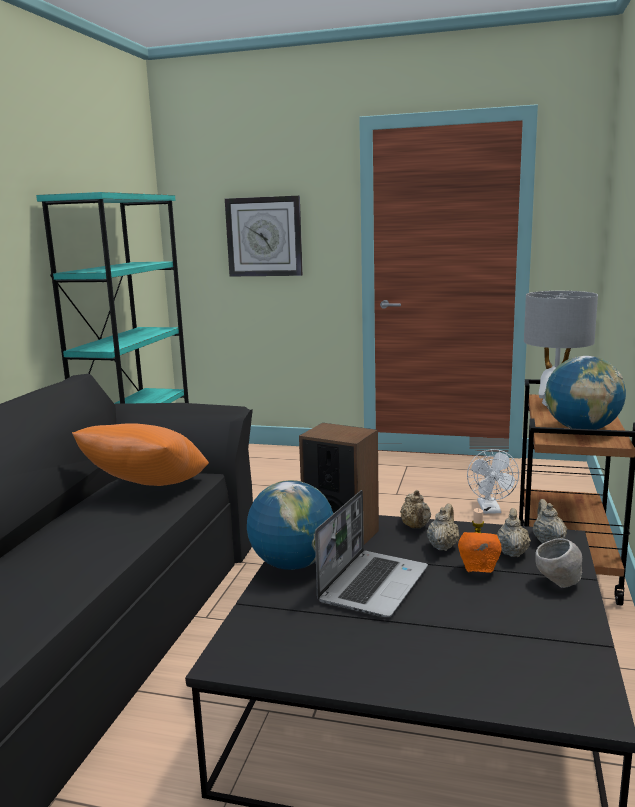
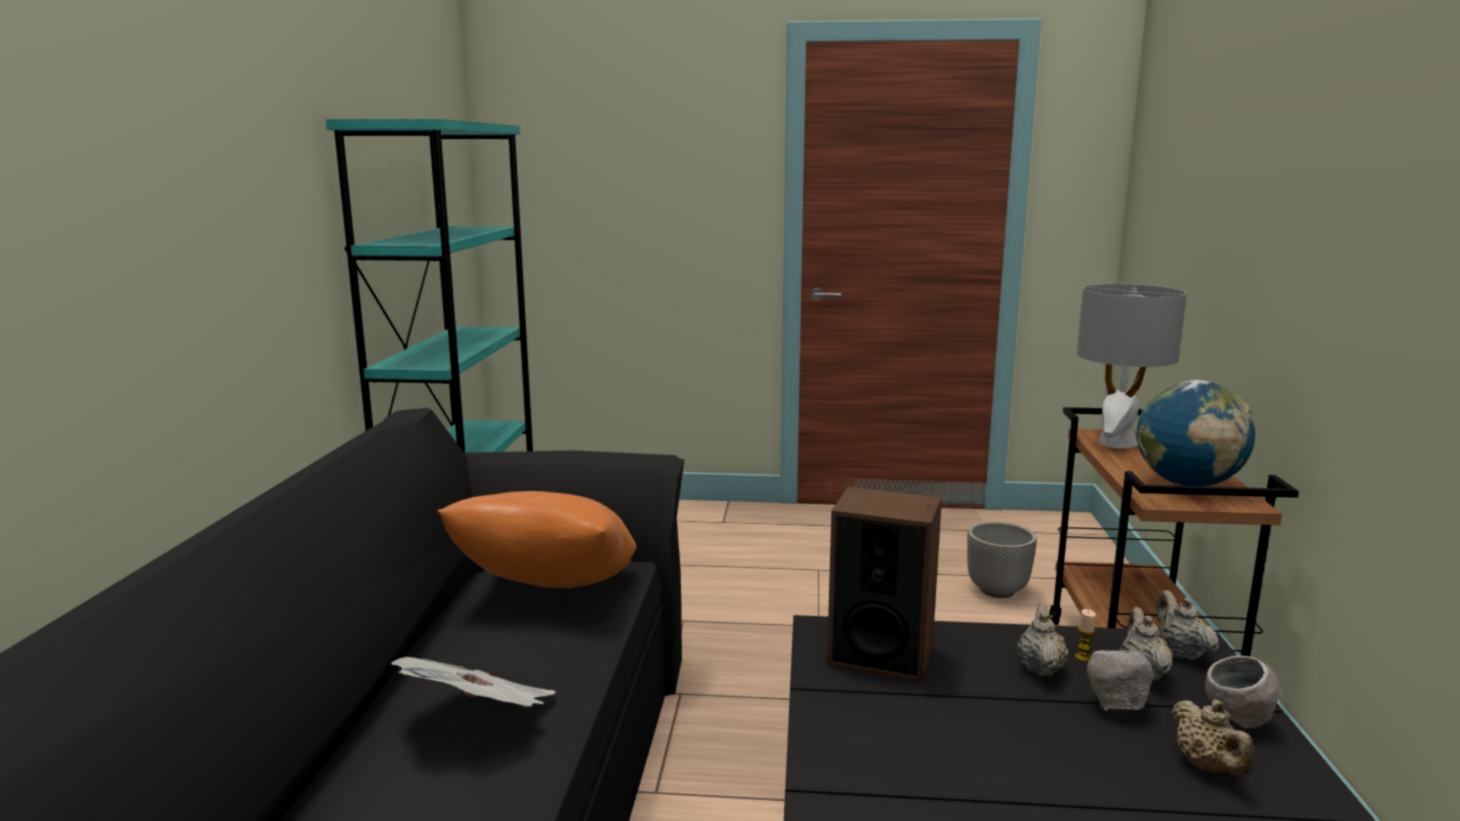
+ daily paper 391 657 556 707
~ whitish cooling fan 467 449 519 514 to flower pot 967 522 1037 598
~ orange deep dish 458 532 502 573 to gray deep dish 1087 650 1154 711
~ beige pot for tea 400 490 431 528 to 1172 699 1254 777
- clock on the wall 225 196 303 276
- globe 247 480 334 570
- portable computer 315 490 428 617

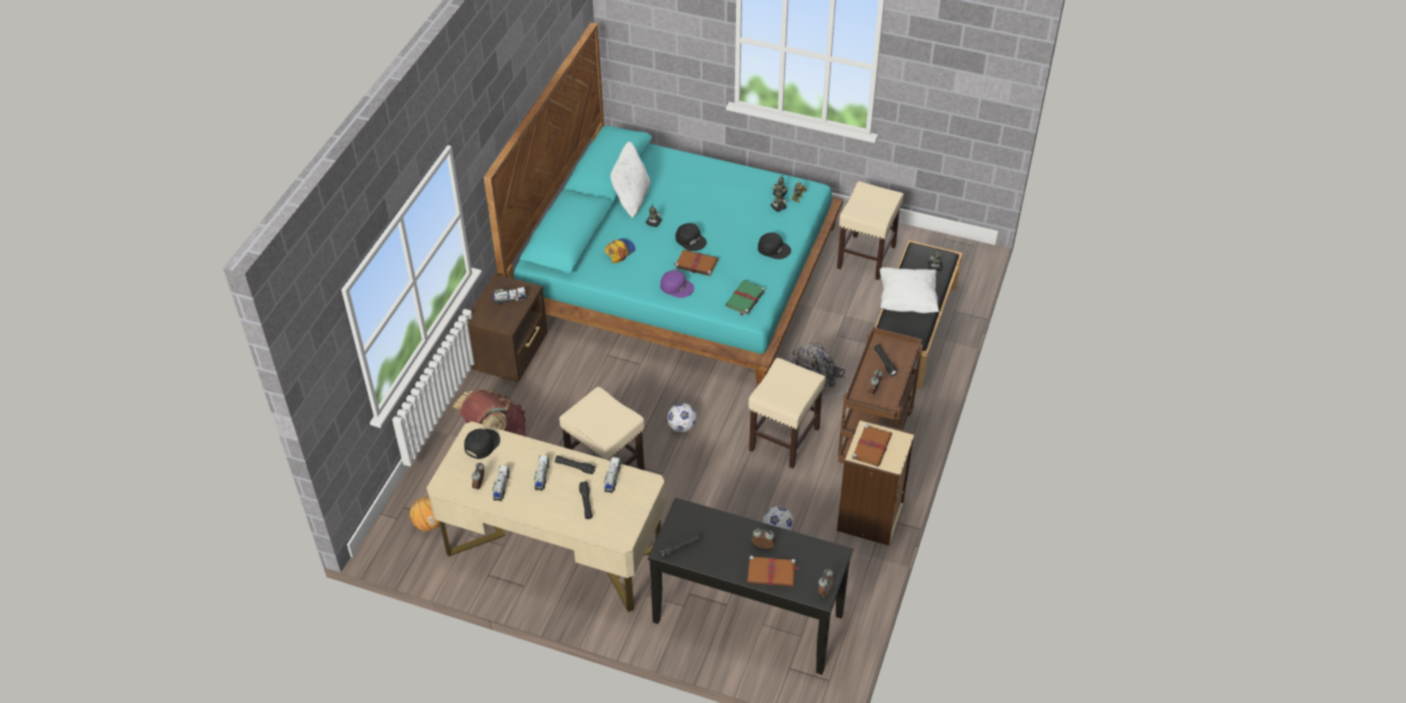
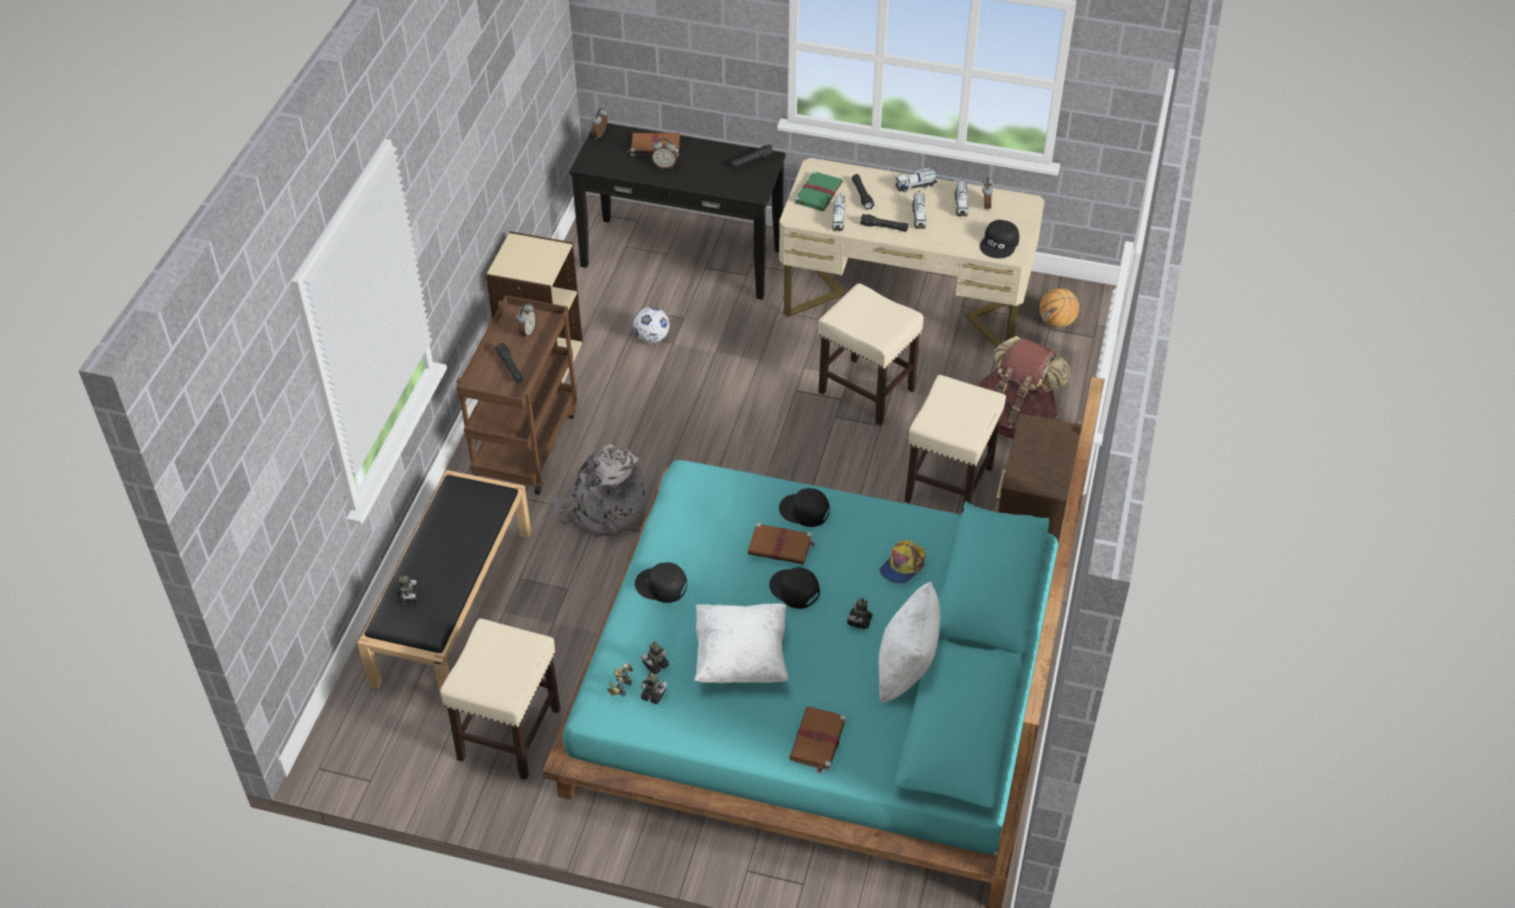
~ whitish throw pillow 880 267 939 313 to 694 603 788 683
~ purple-coloured peaked cap 660 270 694 298 to blackish peaked cap 779 488 830 527
~ brown bound book 852 425 892 467 to 789 707 846 774
~ green bound book 725 280 765 315 to 794 171 843 211
~ model truck 493 287 526 305 to 896 168 937 192
~ beige stool 748 358 826 469 to 904 375 1006 513
- football ball 667 403 697 432

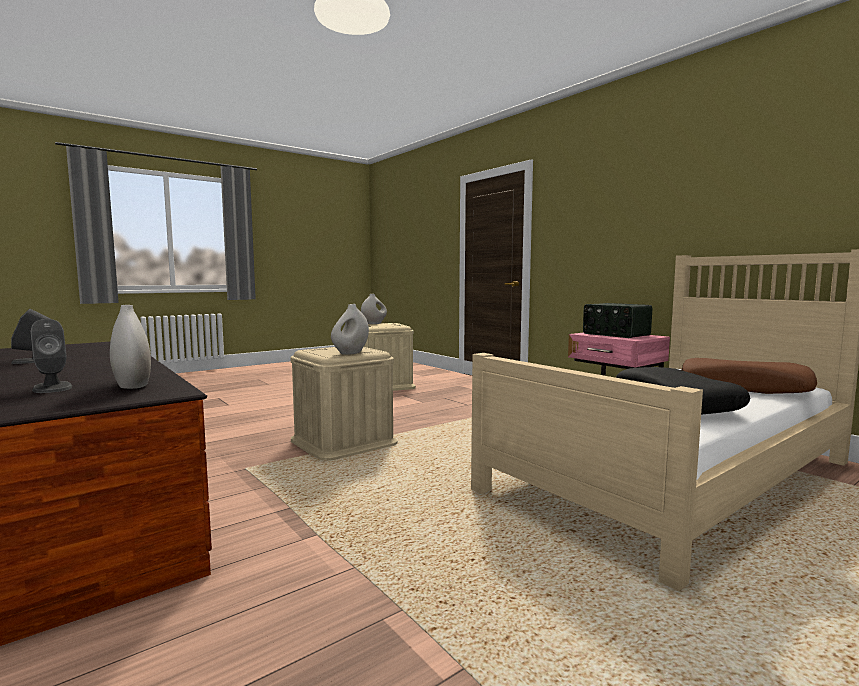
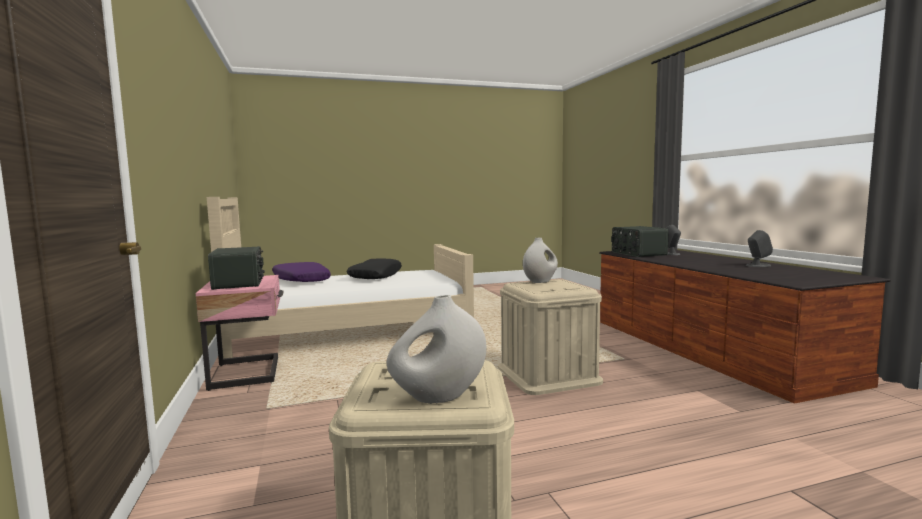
~ brown throw pillow 681 358 817 394 to purple-coloured throw pillow 272 262 331 282
~ whitish decorative vase 110 305 151 389 to radio receiver 611 226 668 257

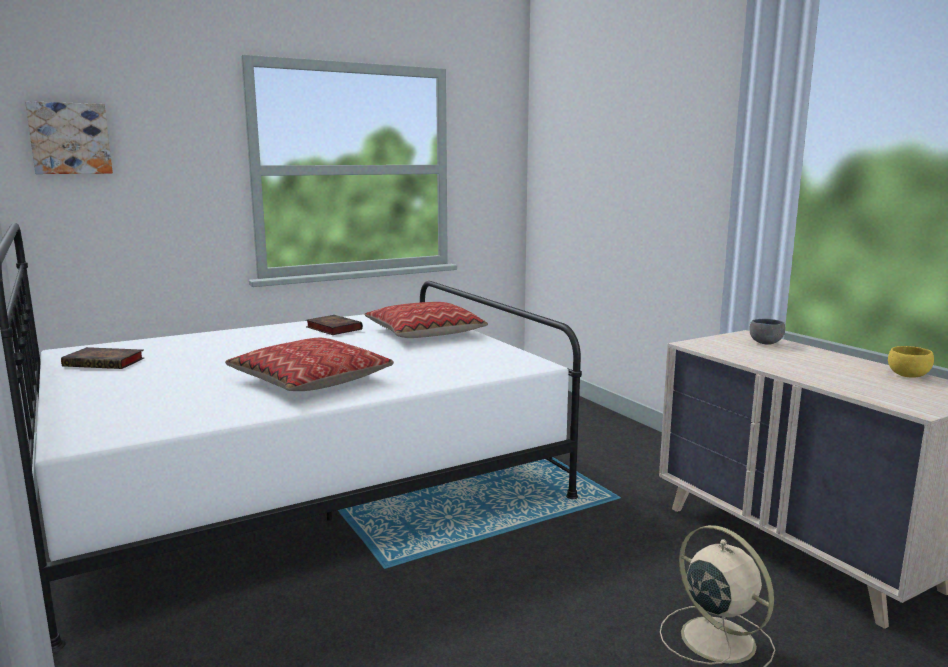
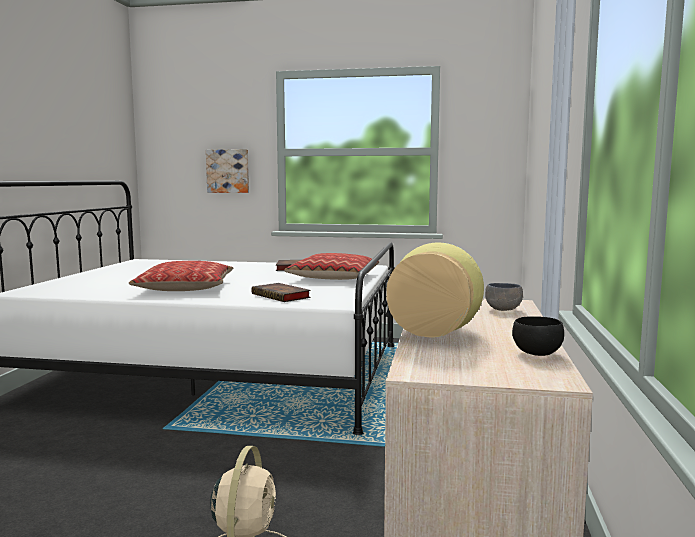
~ wall art 25 101 113 174 to 206 149 249 193
~ bound book 61 347 144 369 to 251 283 311 302
+ decorative vase 386 242 484 338
~ yellow-coloured deep dish 888 346 934 378 to blackish deep dish 512 316 564 356

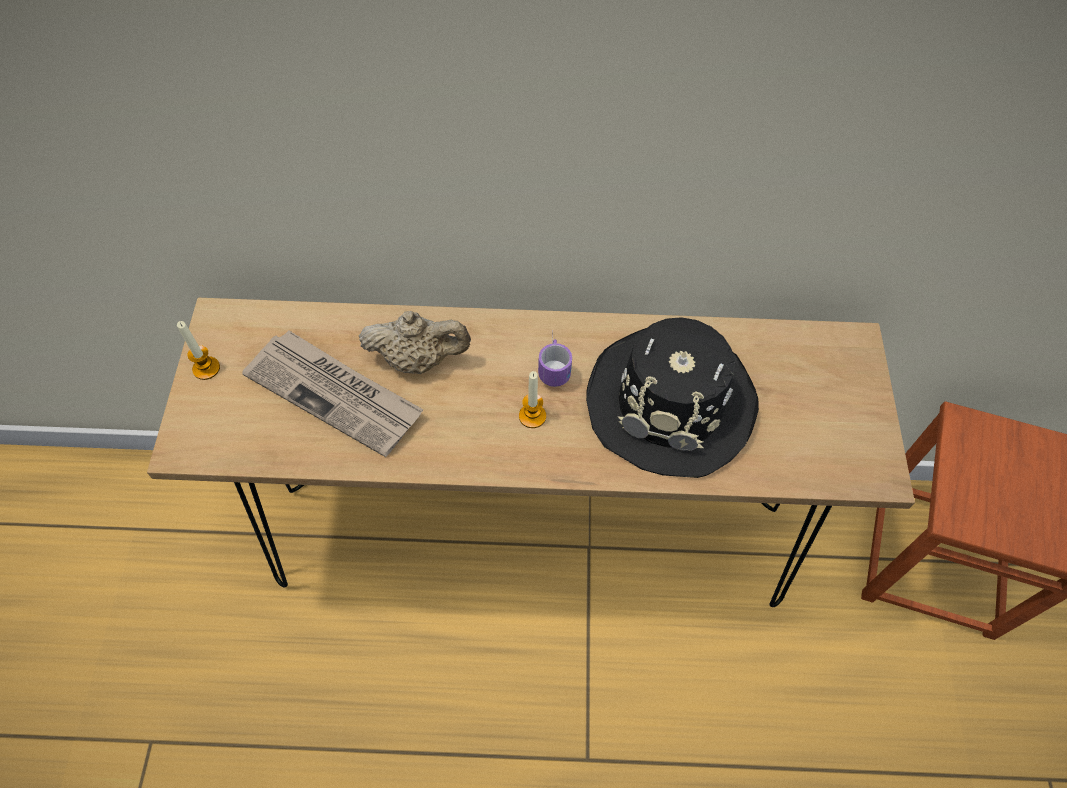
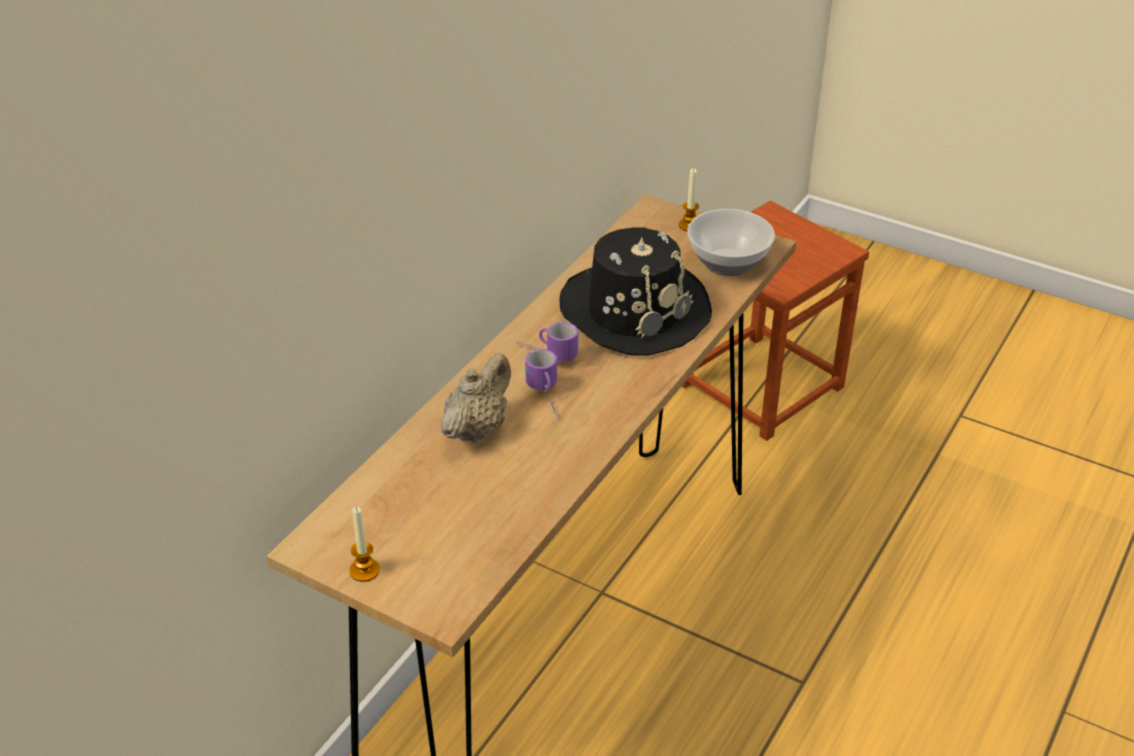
+ mug 525 349 559 418
~ wax light 519 371 546 428 to 679 168 699 231
+ deep dish 687 209 775 276
- daily paper 242 330 423 457

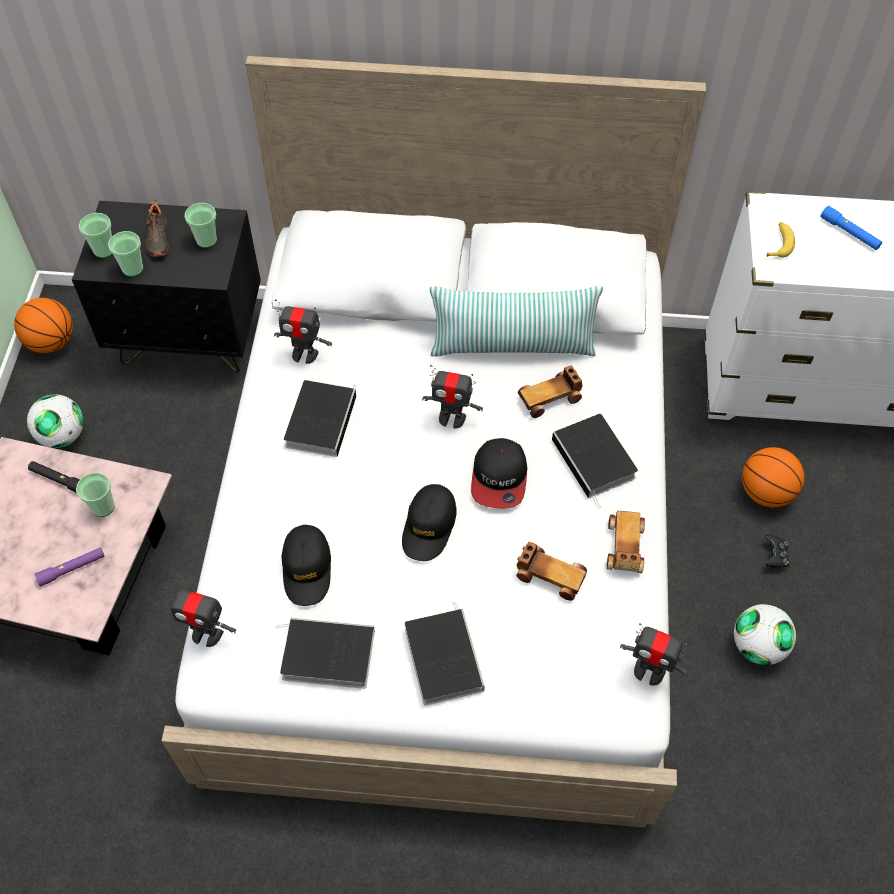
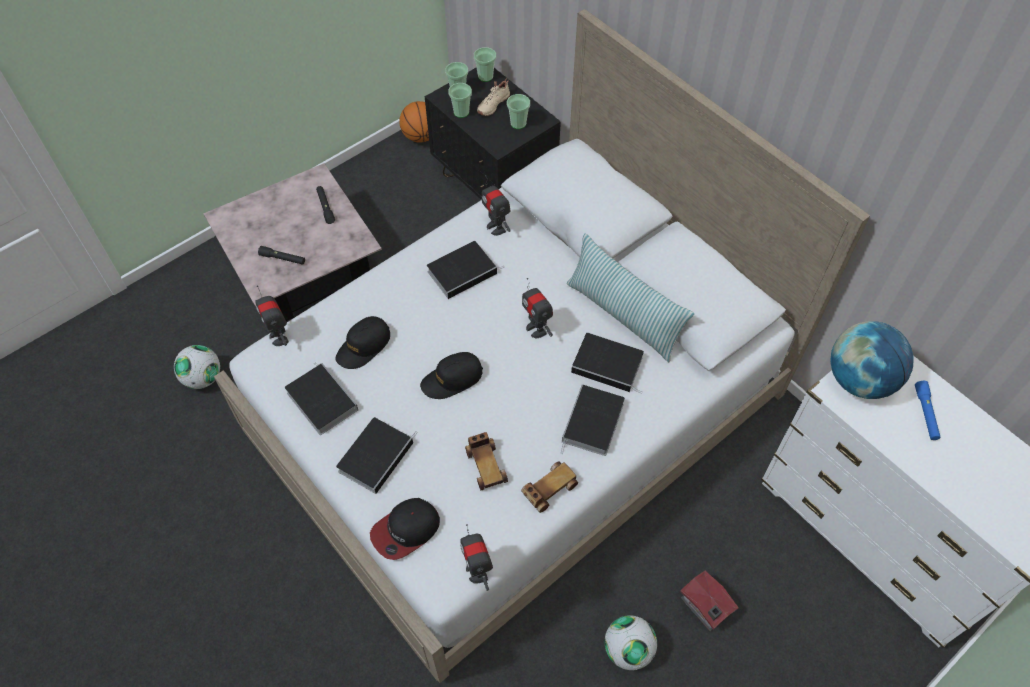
~ football ball 27 394 83 448 to 174 345 220 389
~ purple-coloured flashlight 35 548 104 587 to blackish flashlight 258 246 305 265
~ peaked cap 471 438 527 509 to 370 498 440 560
~ drinking cup 76 473 115 517 to 474 47 496 82
~ blackish low shoe 146 200 169 257 to beige low shoe 477 78 510 116
~ model car 518 366 582 418 to bound book 571 333 644 394
~ blackish game controller 765 535 789 568 to model house 680 571 739 631
~ banana fruit 766 222 795 258 to globe 830 321 914 399
- basketball ball 742 447 805 507

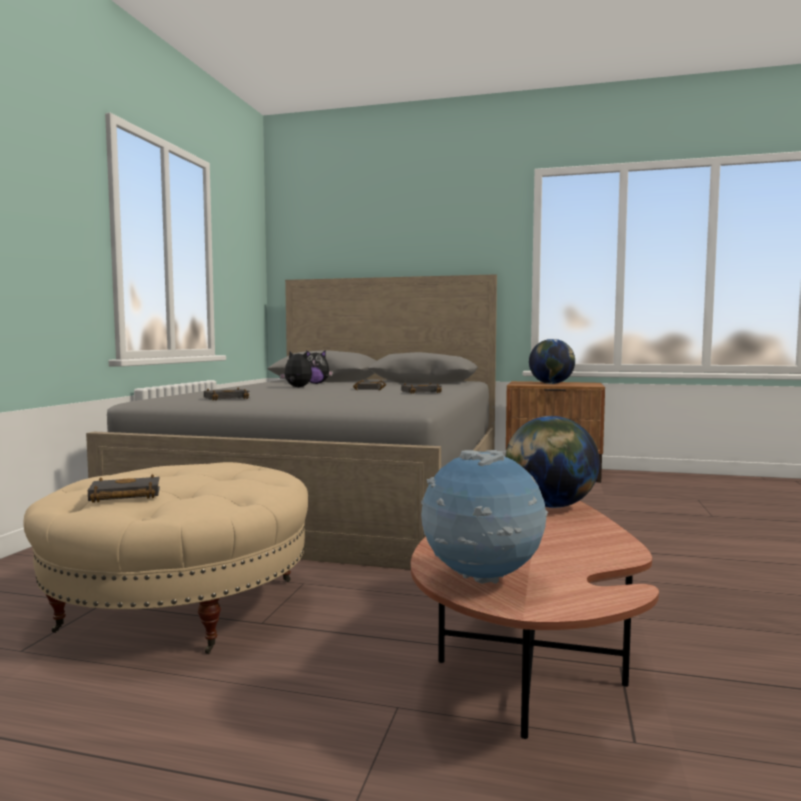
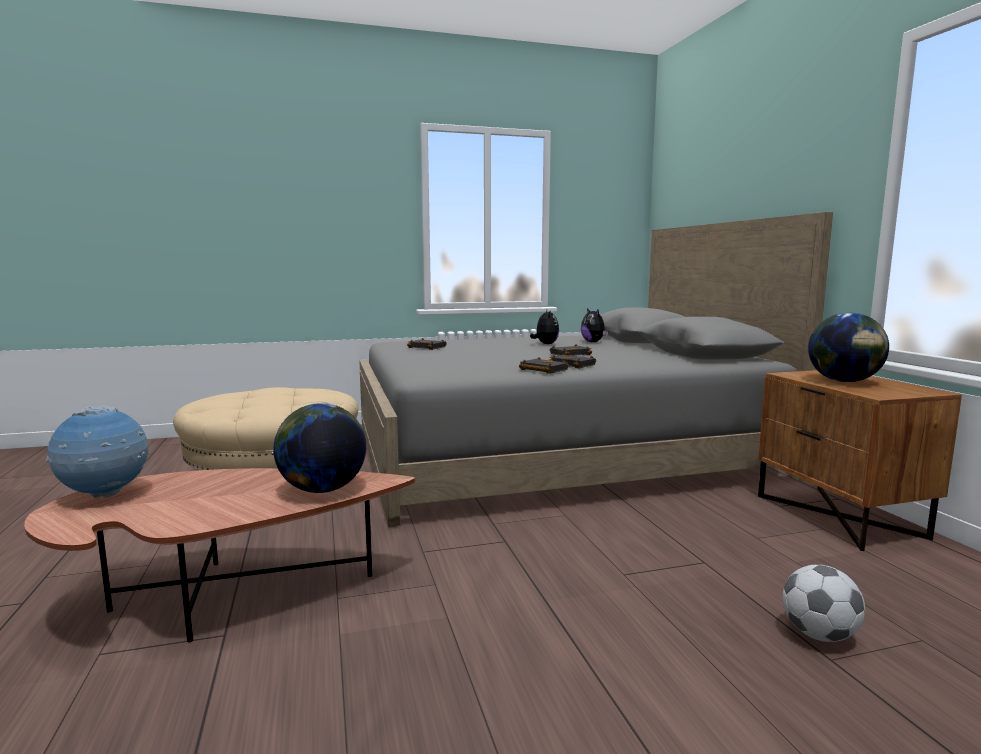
~ blackish bound book 88 474 160 503 to 519 357 569 374
+ football ball 782 565 865 642

